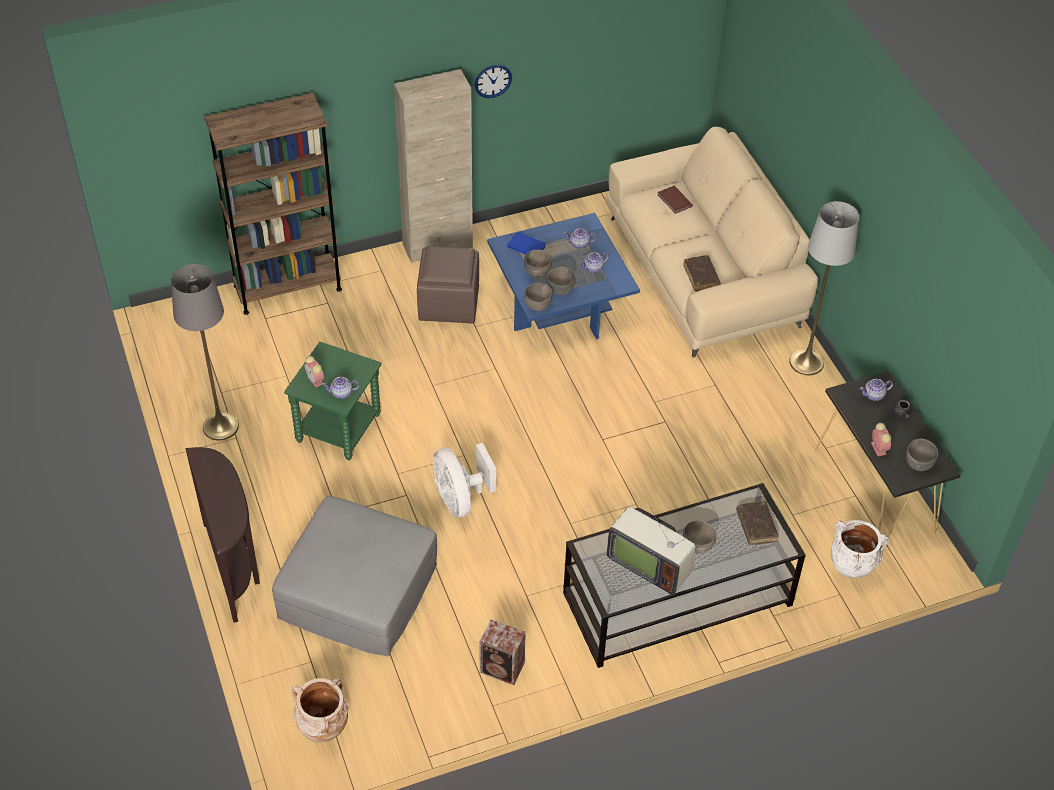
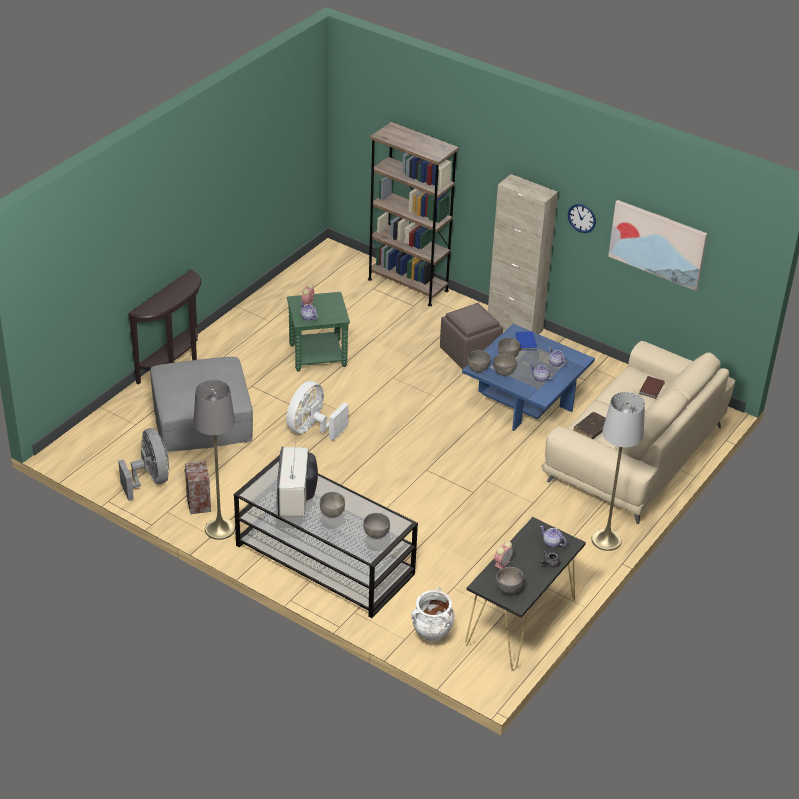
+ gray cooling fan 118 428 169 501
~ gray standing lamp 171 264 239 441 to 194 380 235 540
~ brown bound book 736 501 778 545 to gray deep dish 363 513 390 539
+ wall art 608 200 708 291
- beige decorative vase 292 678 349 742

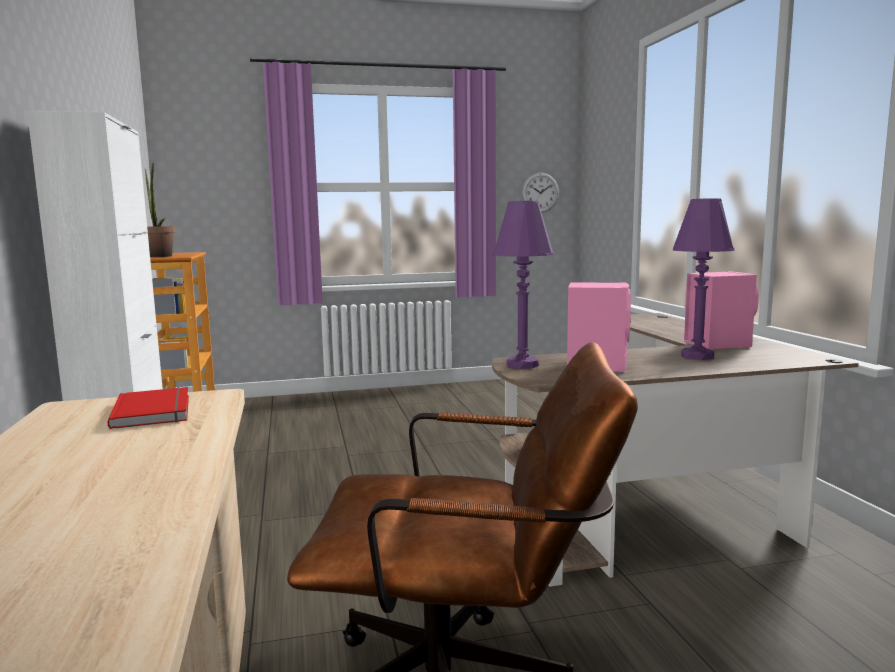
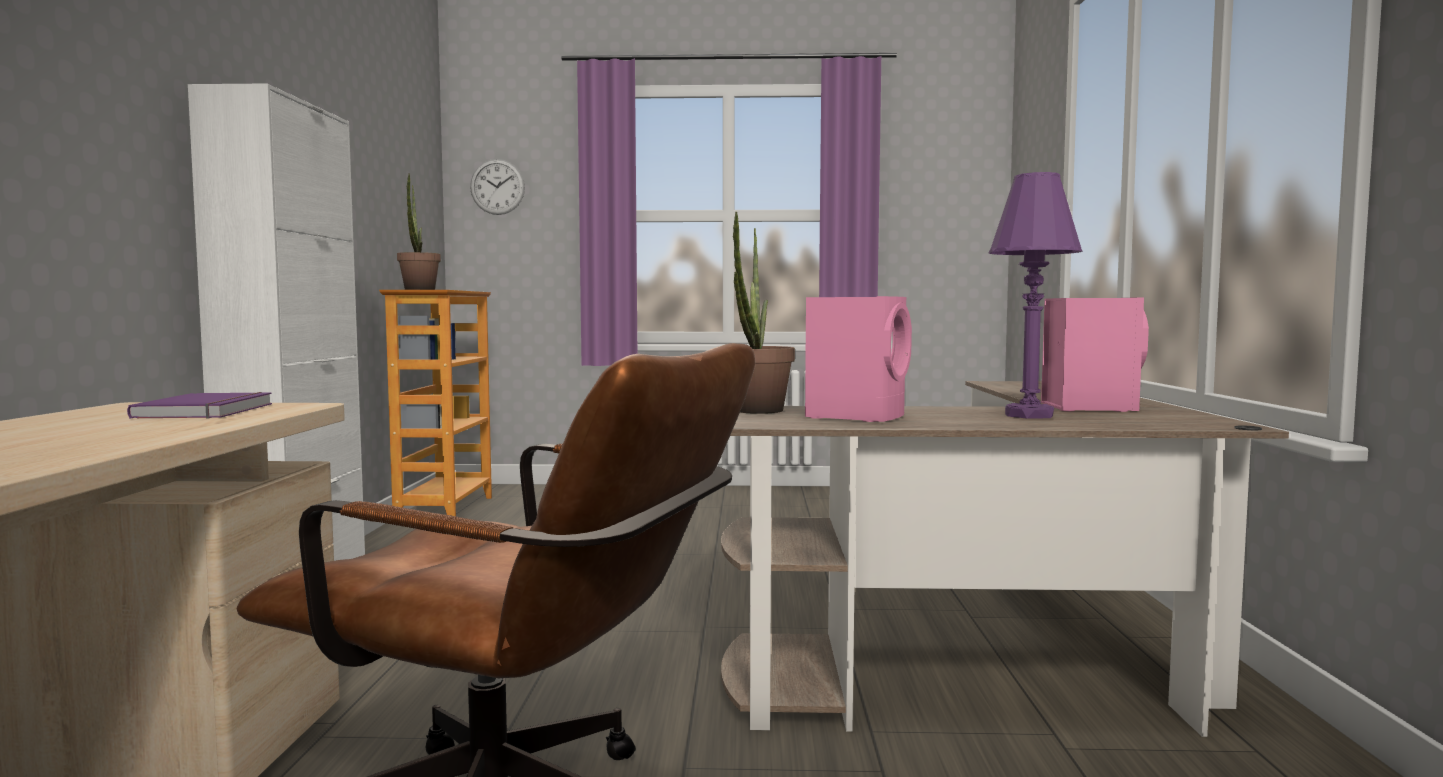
~ red-coloured bound book 107 387 189 429 to purple-coloured bound book 127 392 272 418
~ clock on the wall 522 173 559 213 to 470 159 525 215
~ purple-coloured table lamp 493 201 554 369 to plant in a pot 733 211 795 414

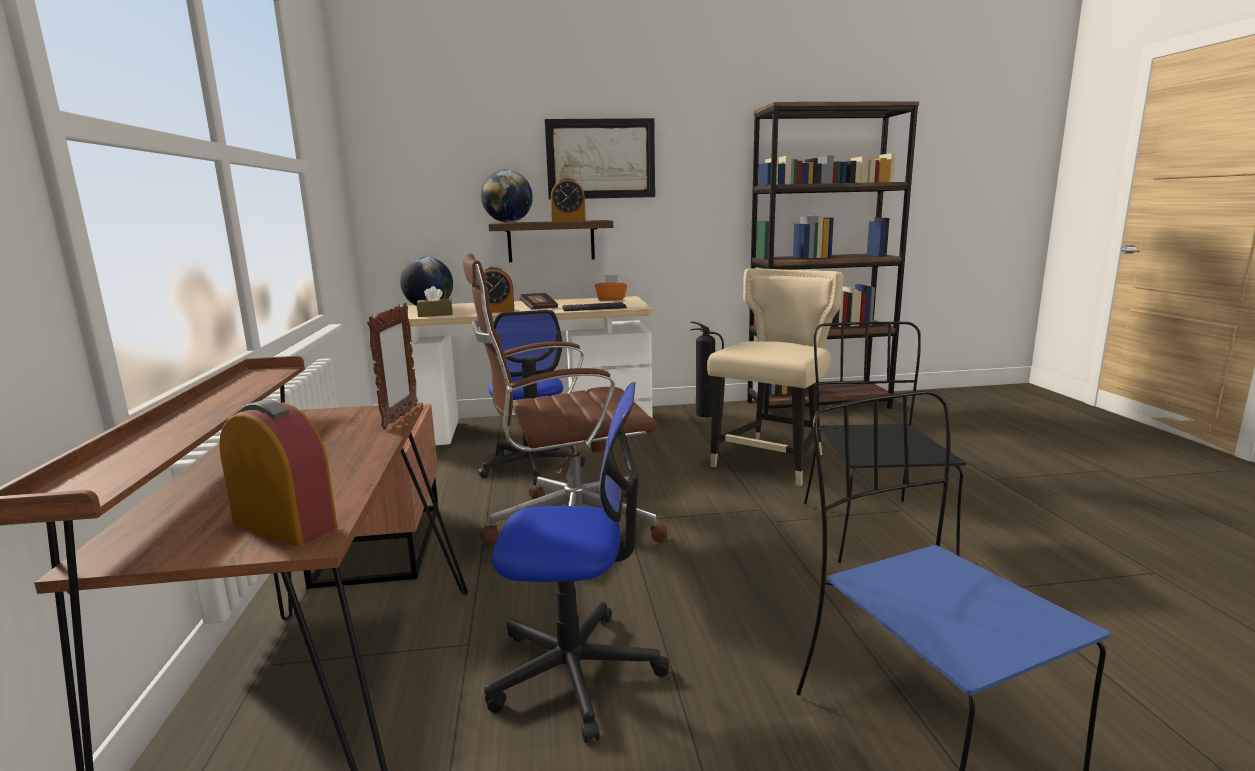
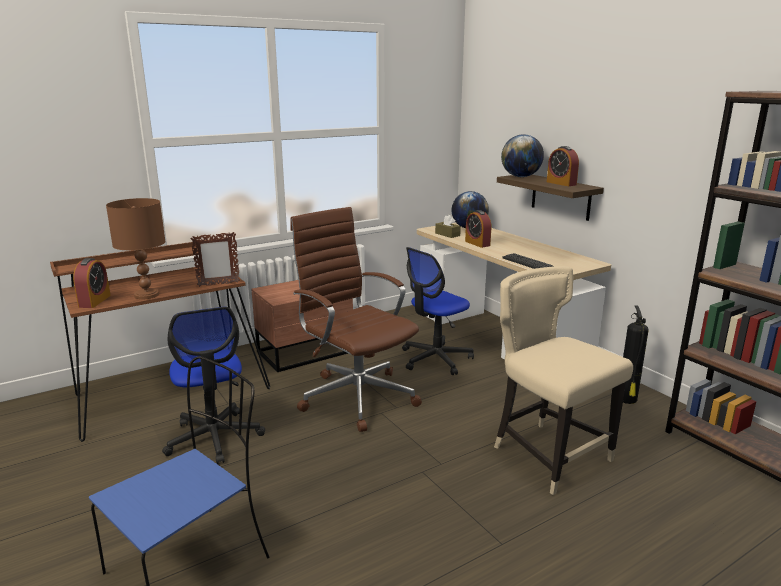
+ brown table lamp 106 198 166 300
~ beige plain chair 707 268 843 486 = 494 266 633 495 135 degrees counterclockwise
- bound book 519 293 558 310
- wall art 545 118 655 199
- orange box of tissues 594 275 627 300
- blackish plain chair 804 322 967 563

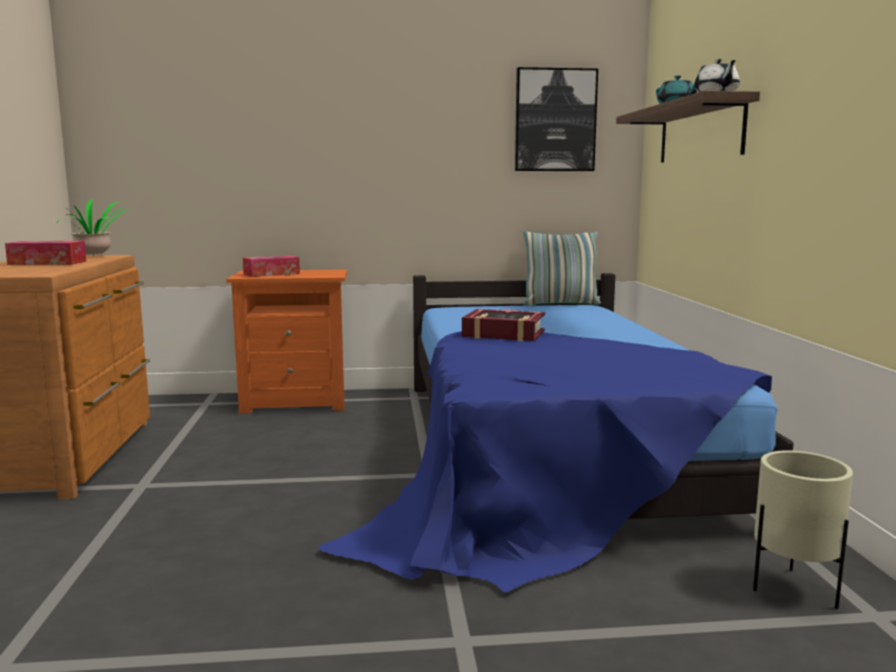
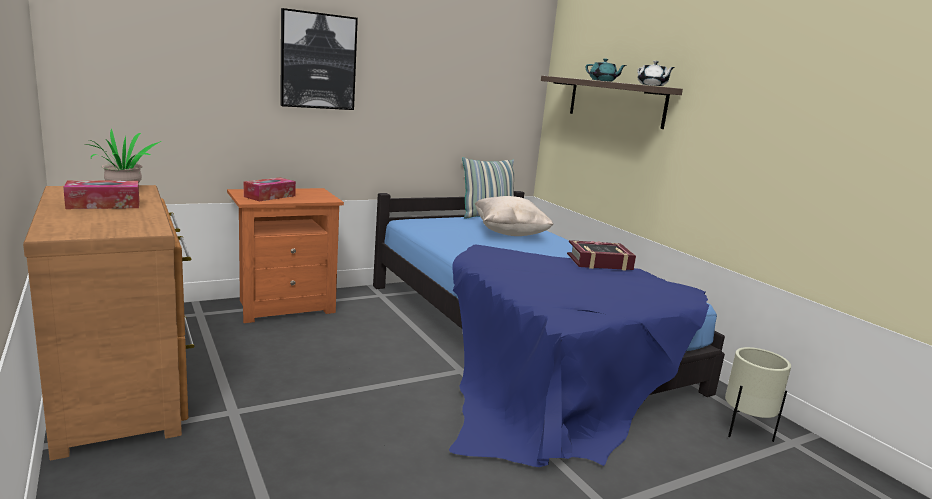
~ wall art 515 67 598 171 to 280 8 358 110
+ beige throw pillow 475 196 553 236
~ bound book 462 309 545 341 to 567 240 636 271

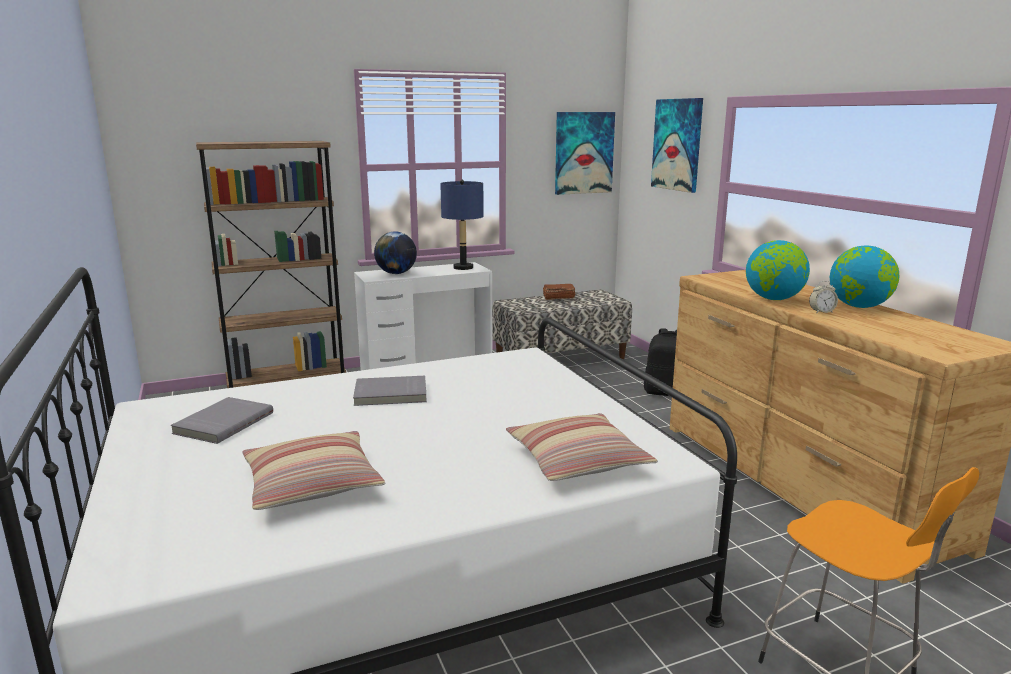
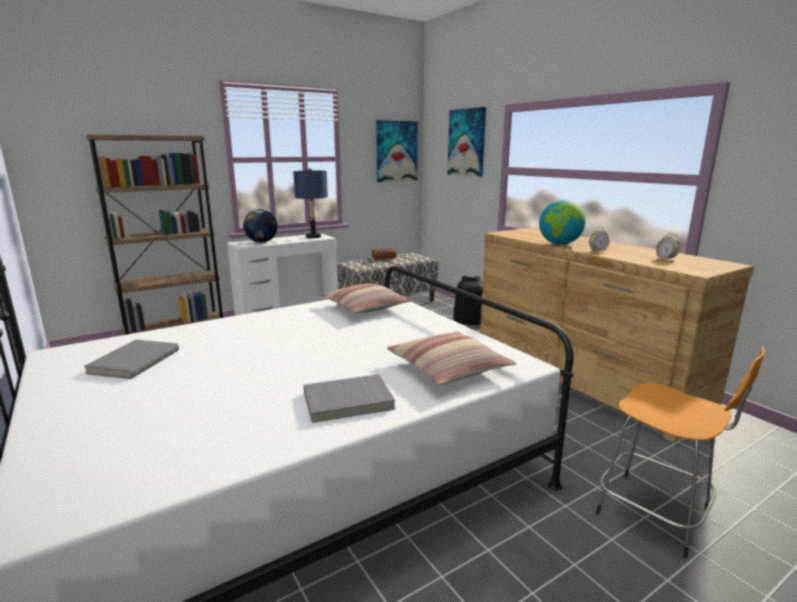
~ gray bound book 353 376 427 406 to 303 374 395 423
~ throw pillow 242 431 386 510 to 321 284 412 313
+ bedside clock 656 234 680 260
- globe 830 245 899 308

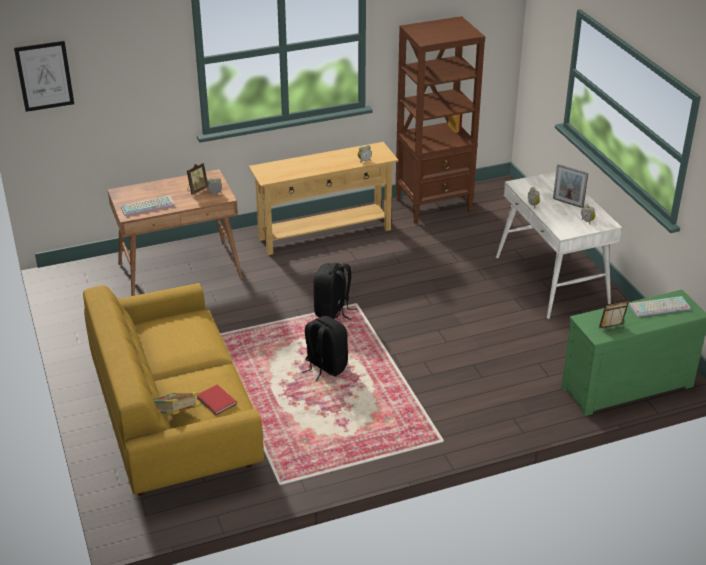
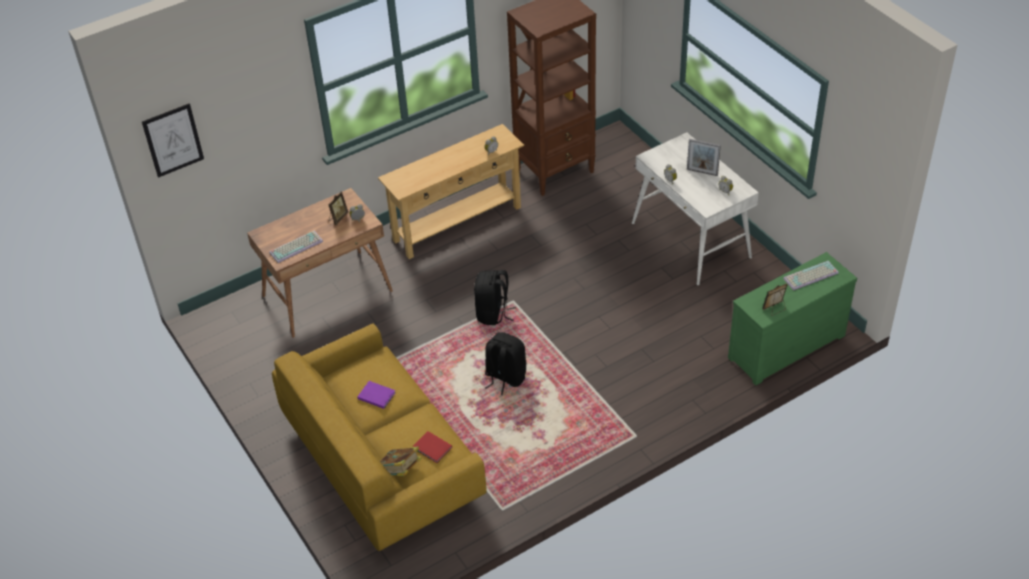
+ purple-coloured bound book 357 381 396 409

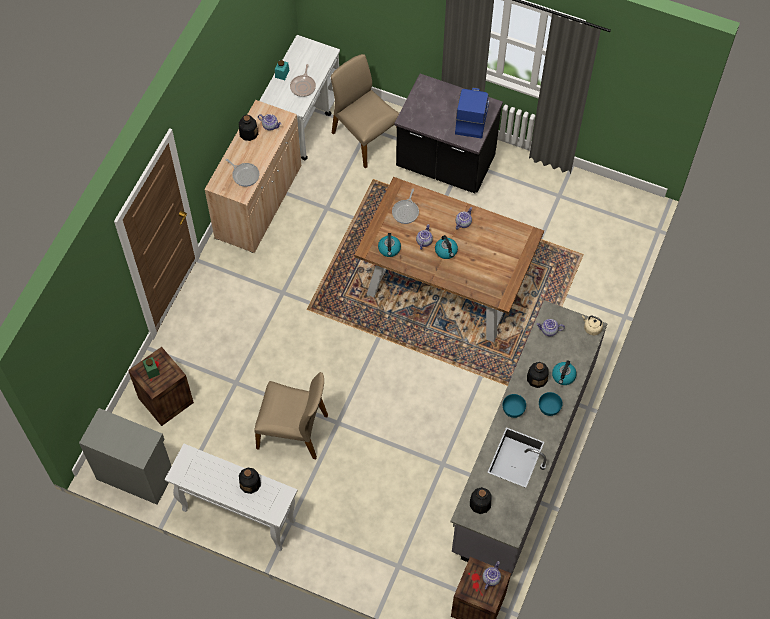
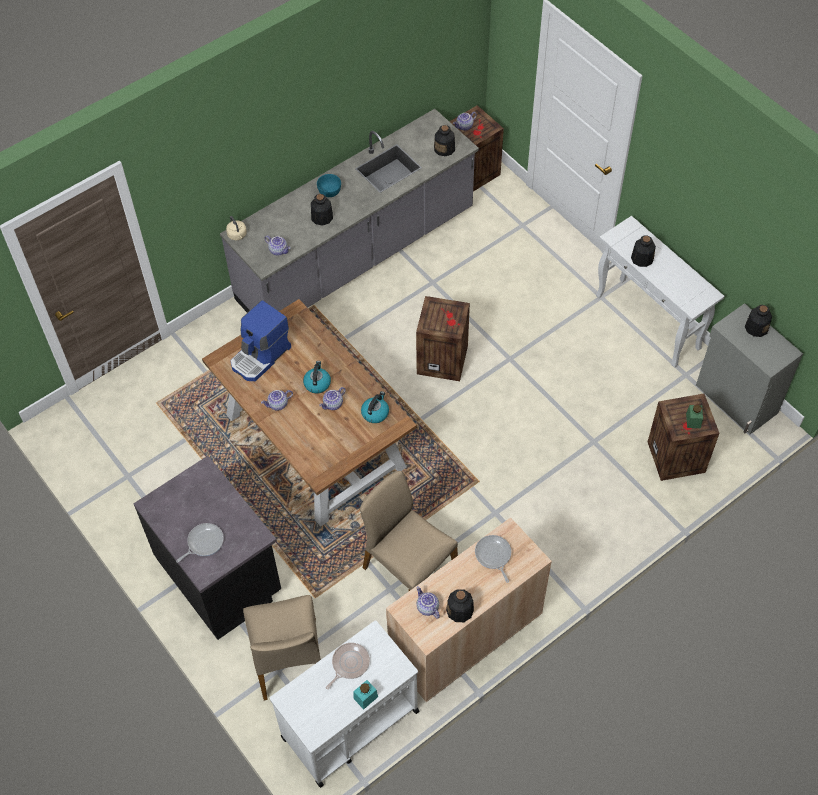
~ skillet 392 189 419 224 to 176 523 224 563
~ coffee maker 455 88 489 139 to 230 300 291 381
~ beige plain chair 254 372 328 459 to 360 471 458 591
+ crate 416 296 470 381
+ drink bottle 745 305 772 337
- turquoise deep dish 503 394 526 418
- water kettle 552 360 577 385

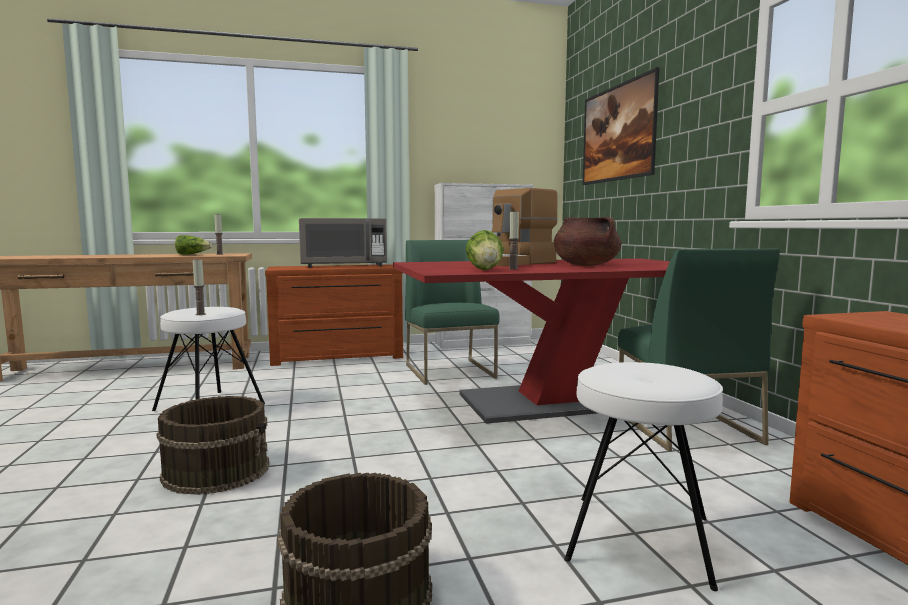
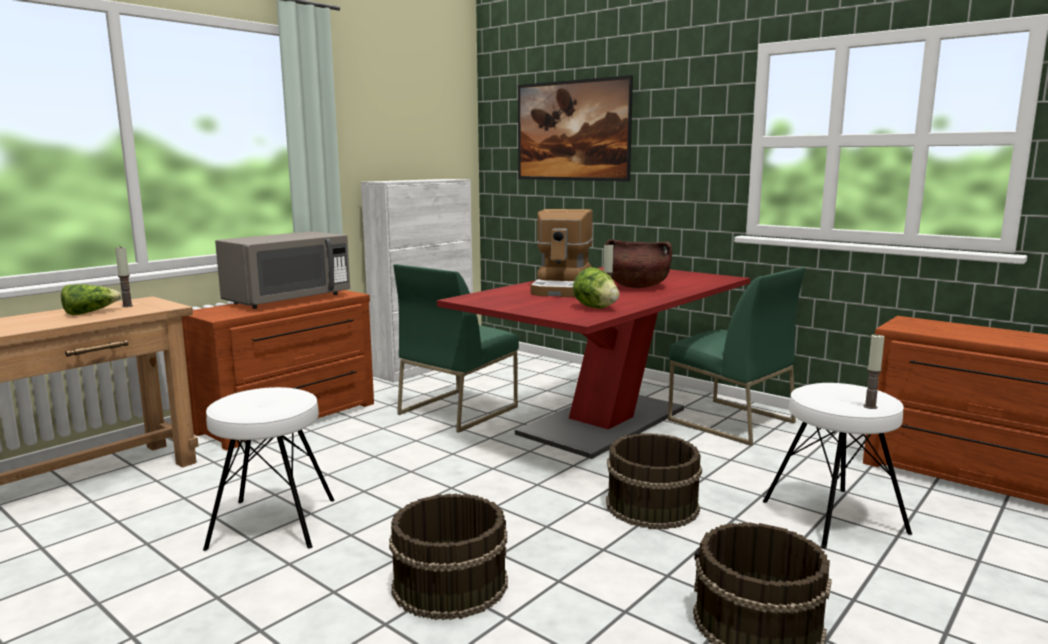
~ green plain chair 405 240 500 385 = 394 264 519 433 90 degrees counterclockwise
+ brown water bucket 606 433 702 529
~ wax light 193 258 206 315 to 864 335 885 409

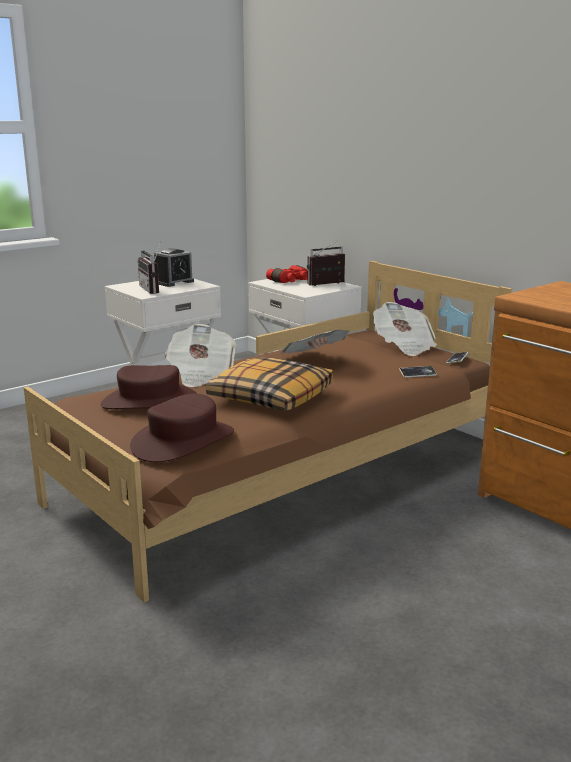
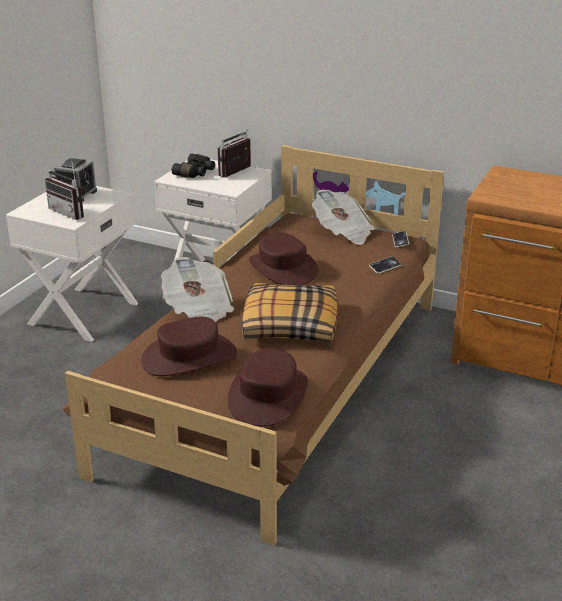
~ red-coloured binoculars 266 265 307 283 to blackish binoculars 172 153 215 178
~ daily paper 281 330 350 354 to brown hat 249 232 318 285

